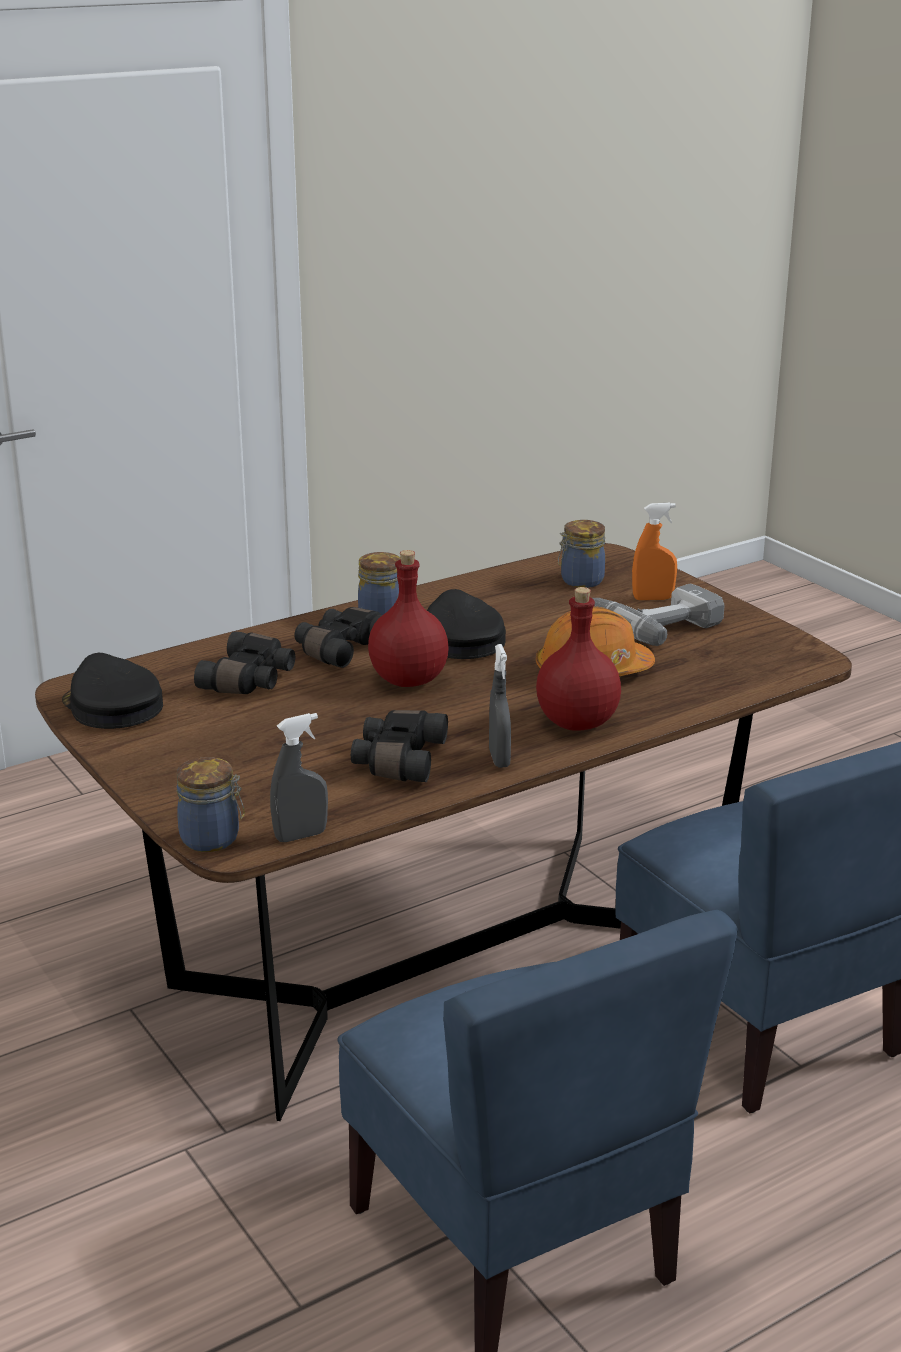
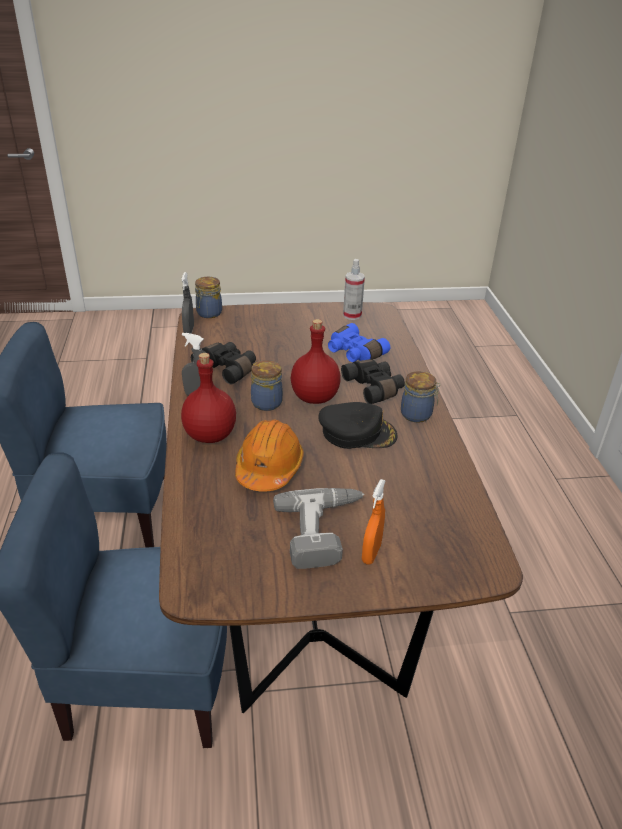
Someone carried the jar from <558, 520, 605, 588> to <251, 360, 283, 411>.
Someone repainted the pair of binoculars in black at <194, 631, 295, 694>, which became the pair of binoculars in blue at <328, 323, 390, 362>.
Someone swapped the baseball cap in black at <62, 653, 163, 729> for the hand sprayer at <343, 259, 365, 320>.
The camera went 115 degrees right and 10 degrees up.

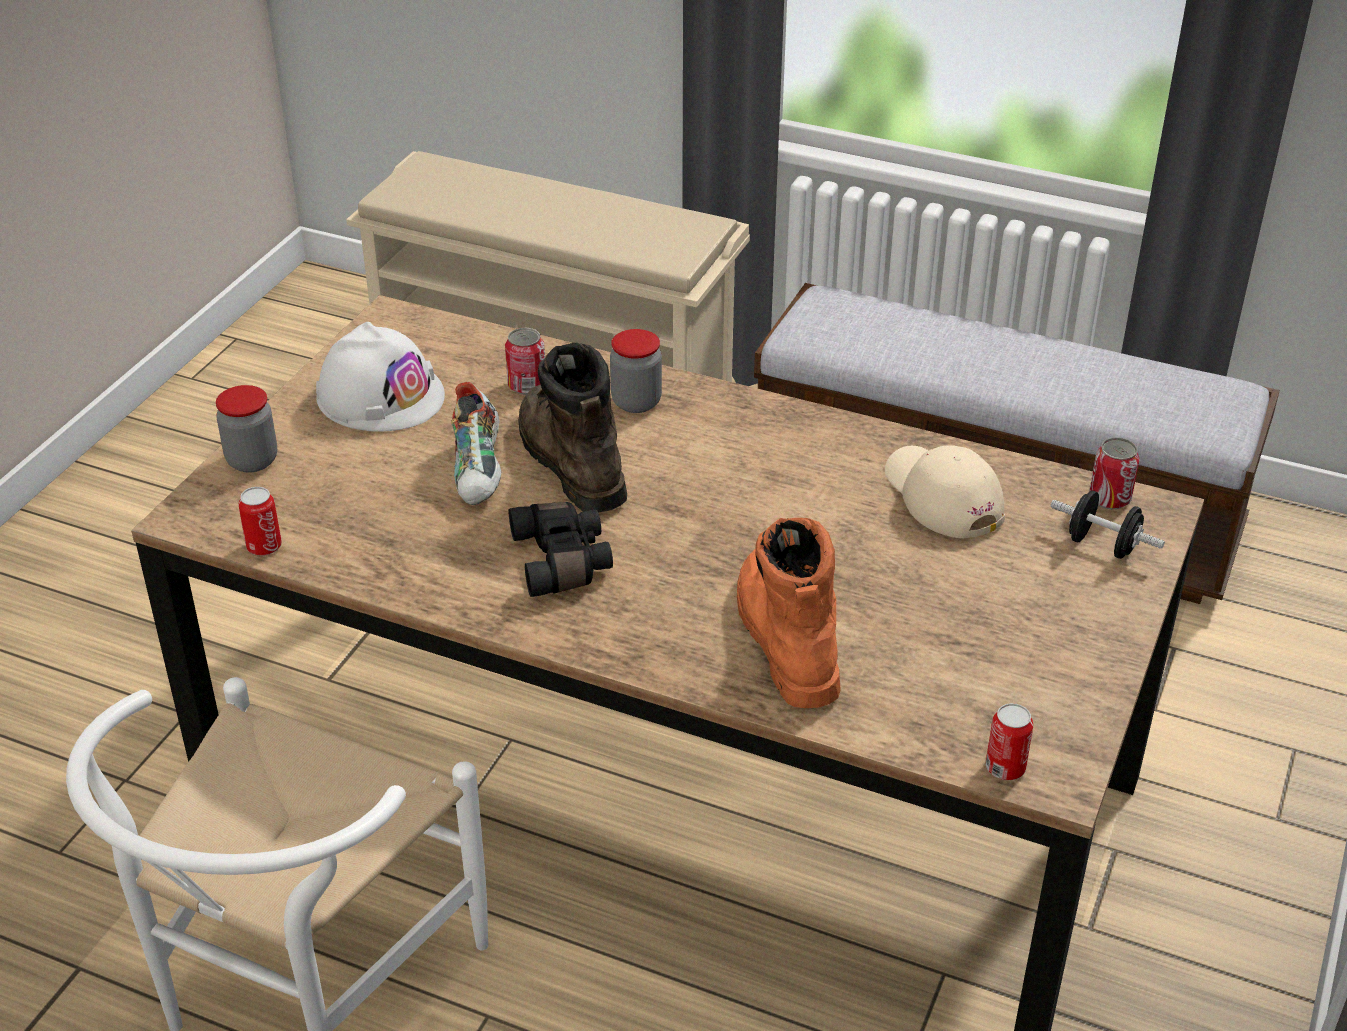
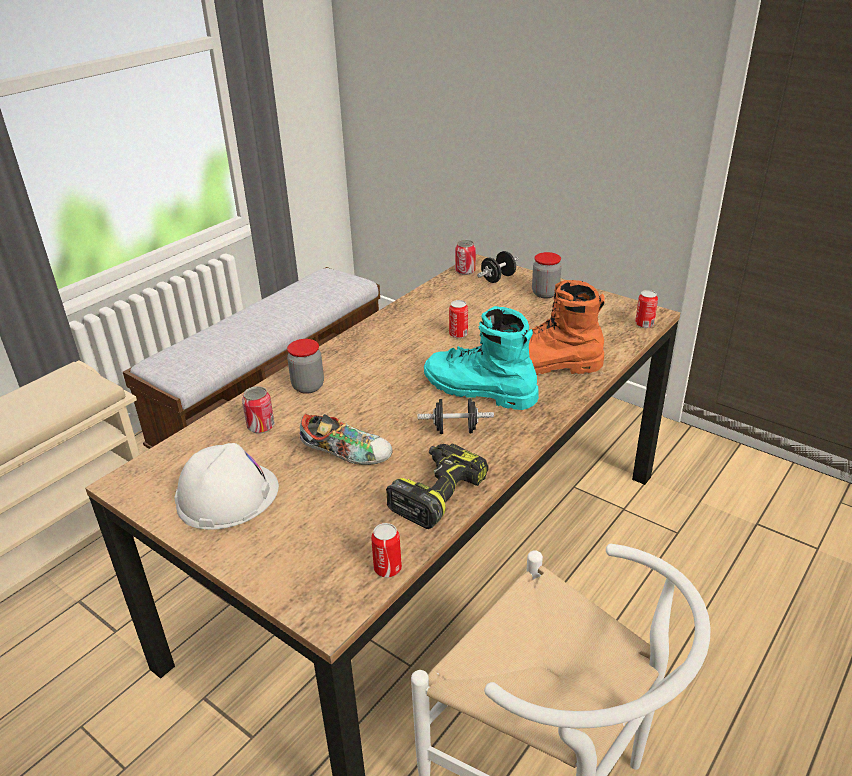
Someone put down the power drill at <386, 443, 488, 529>.
Someone swapped the pair of binoculars in black at <509, 502, 613, 597> for the free weight in black at <417, 398, 494, 434>.
Someone put down the tall boot in turquoise at <424, 306, 539, 410>.
Someone put down the can at <449, 300, 468, 338>.
Someone carried the jar from <216, 385, 277, 472> to <532, 252, 562, 298>.
Someone took away the tall boot in brown-coloured at <518, 343, 627, 513>.
Someone took away the baseball cap in beige-coloured at <885, 445, 1005, 539>.
The camera went 75 degrees left and 5 degrees down.

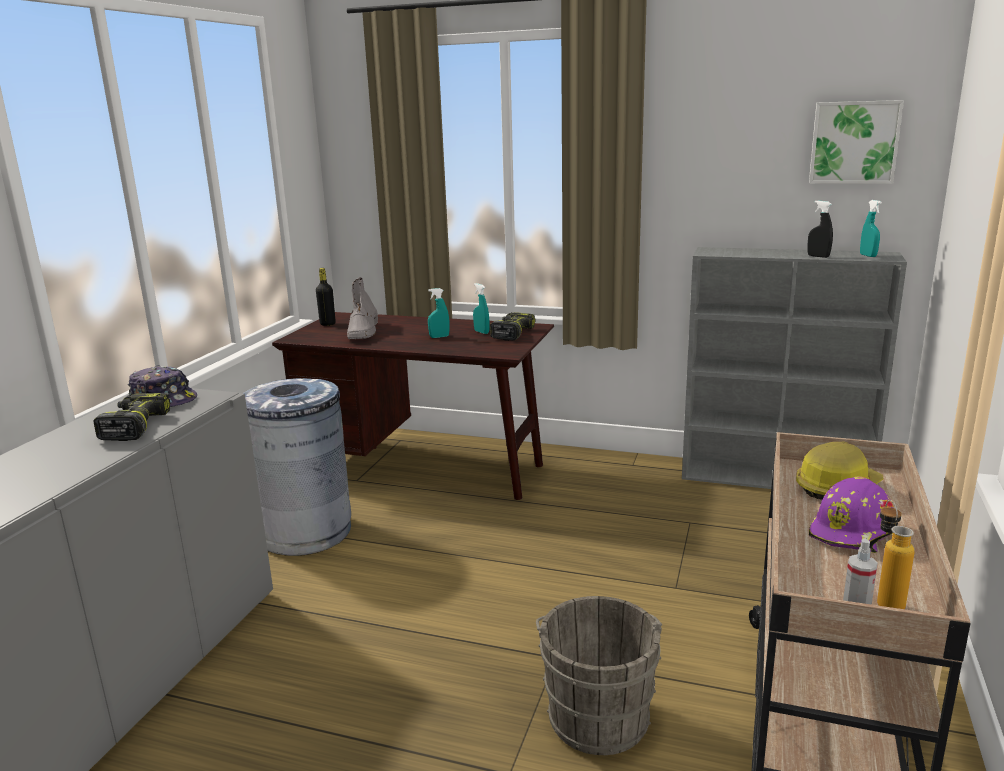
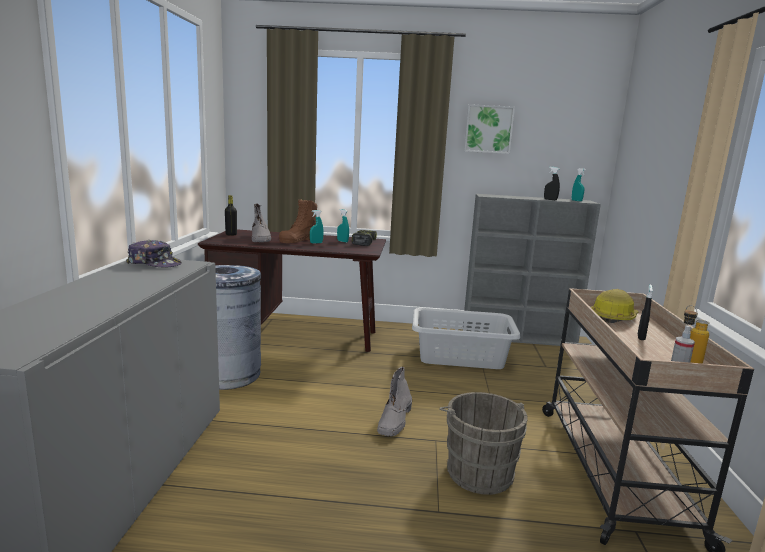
Someone put down the tall boot in brown-coloured at <279, 199, 317, 243>.
Someone put down the tall boot in greyish at <377, 366, 412, 436>.
Someone put down the hamper in greyish at <412, 308, 520, 369>.
Someone carried the wall art from <809, 100, 904, 184> to <464, 104, 515, 154>.
Someone swapped the hard hat in purple-coloured at <809, 476, 894, 553> for the hand sprayer in black at <638, 285, 653, 340>.
Someone took away the power drill at <94, 393, 170, 441>.
The camera went 15 degrees left and 5 degrees down.

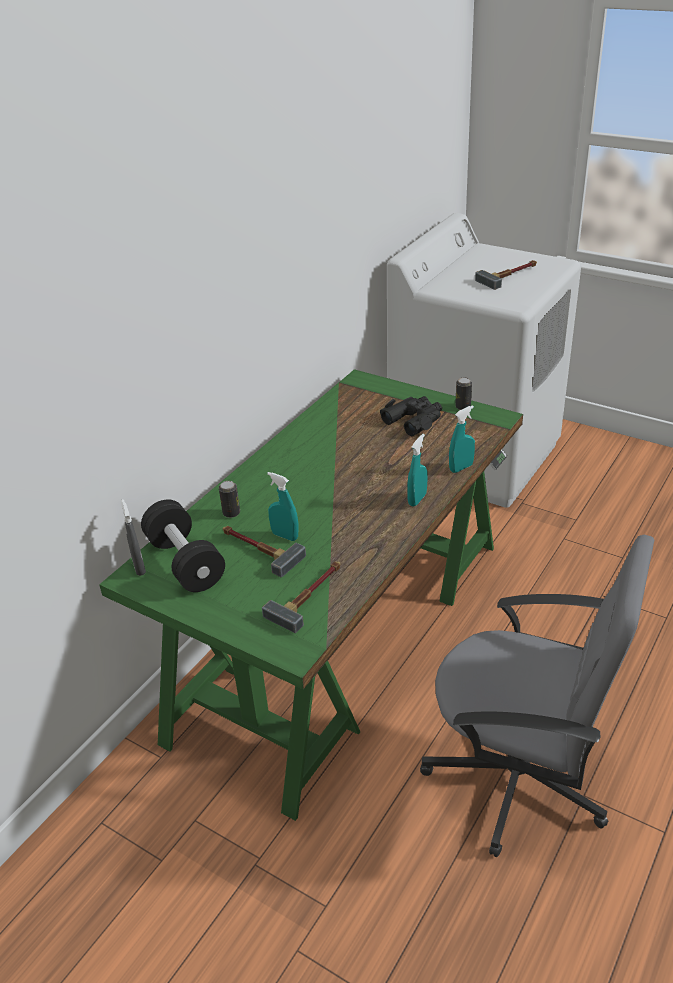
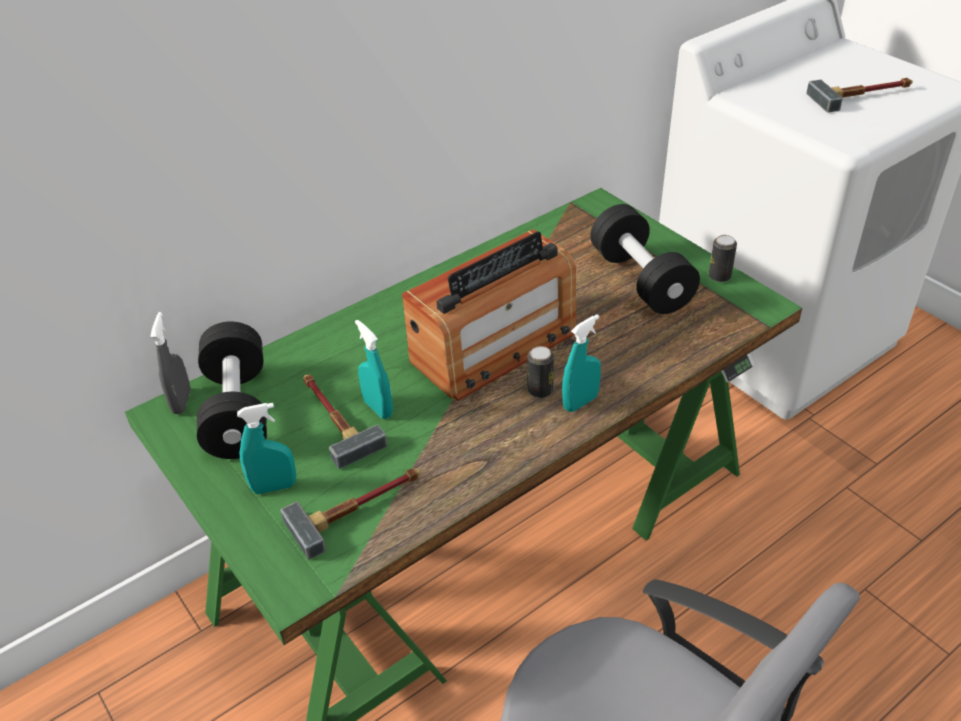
Someone carried the hand sprayer in turquoise from <449, 405, 475, 473> to <237, 403, 296, 494>.
Someone put down the radio at <402, 229, 576, 401>.
Someone carried the can from <219, 481, 240, 518> to <528, 346, 554, 398>.
Someone swapped the pair of binoculars in black at <380, 396, 442, 436> for the free weight in black at <590, 204, 700, 314>.
The camera went 20 degrees right and 5 degrees up.

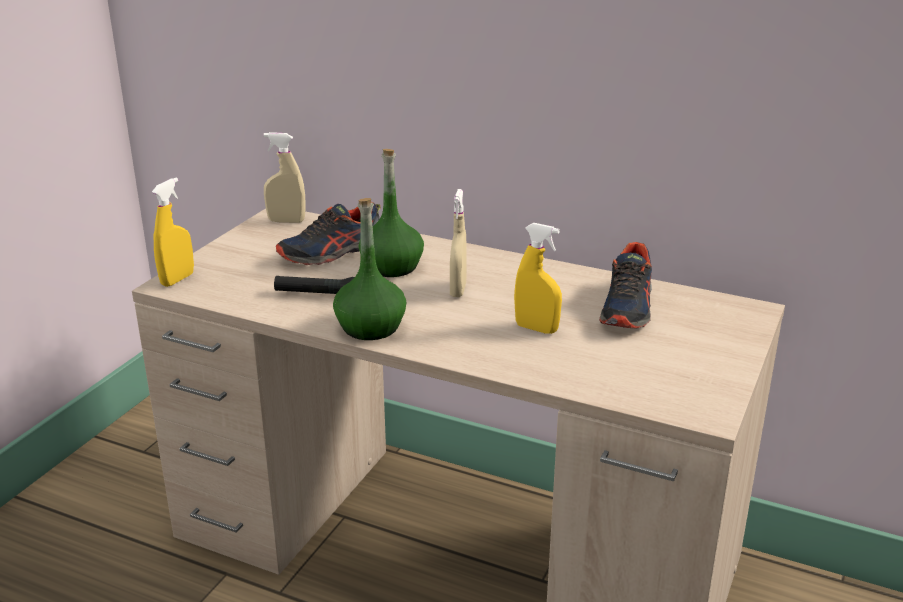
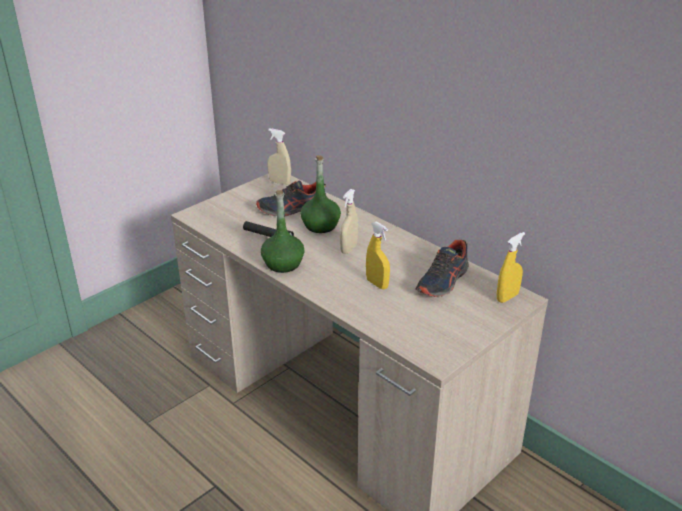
Someone carried the hand sprayer in yellowish from <152, 178, 194, 287> to <497, 232, 525, 303>.
The camera went 20 degrees right and 5 degrees up.

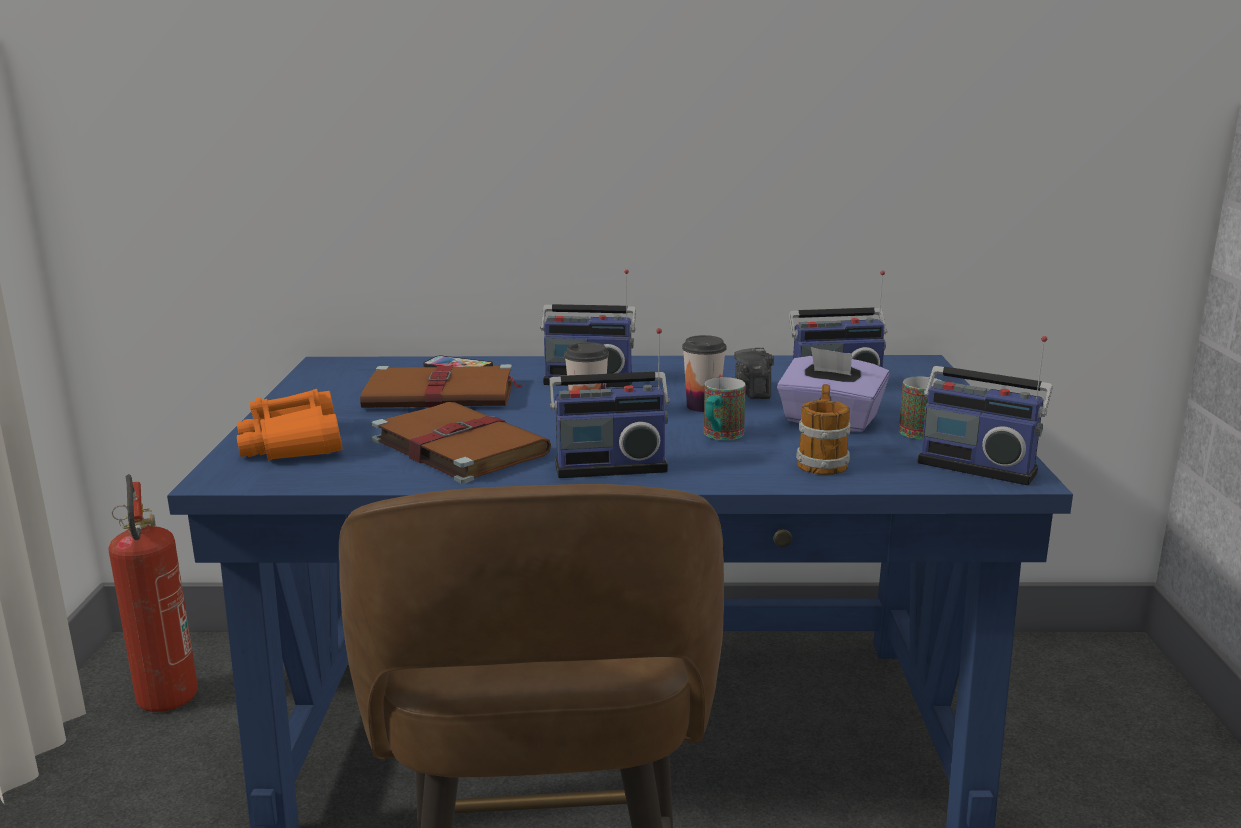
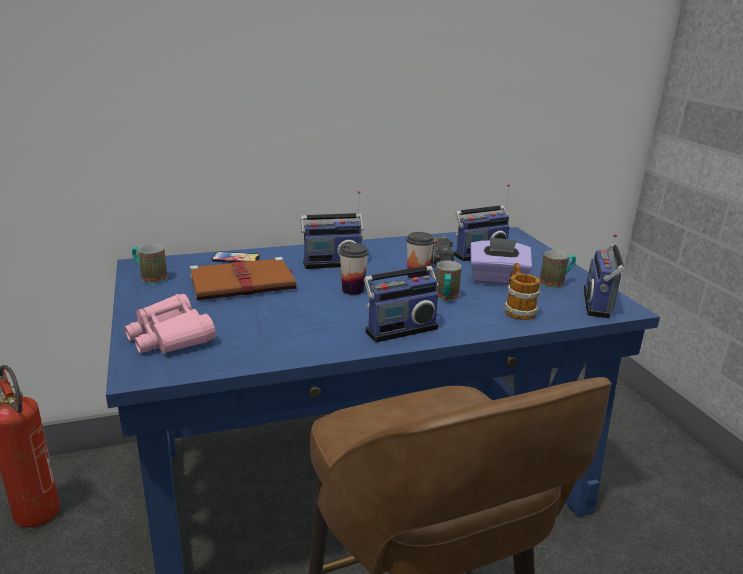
Someone repainted the pair of binoculars in orangey at <237, 389, 343, 460>, which became the pair of binoculars in pink at <124, 294, 216, 354>.
Someone put down the coffee mug at <132, 244, 167, 283>.
Someone rotated the radio at <918, 336, 1052, 485> by 90 degrees clockwise.
Someone took away the bound book in brown-coloured at <372, 402, 551, 484>.
The camera went 20 degrees left and 5 degrees up.

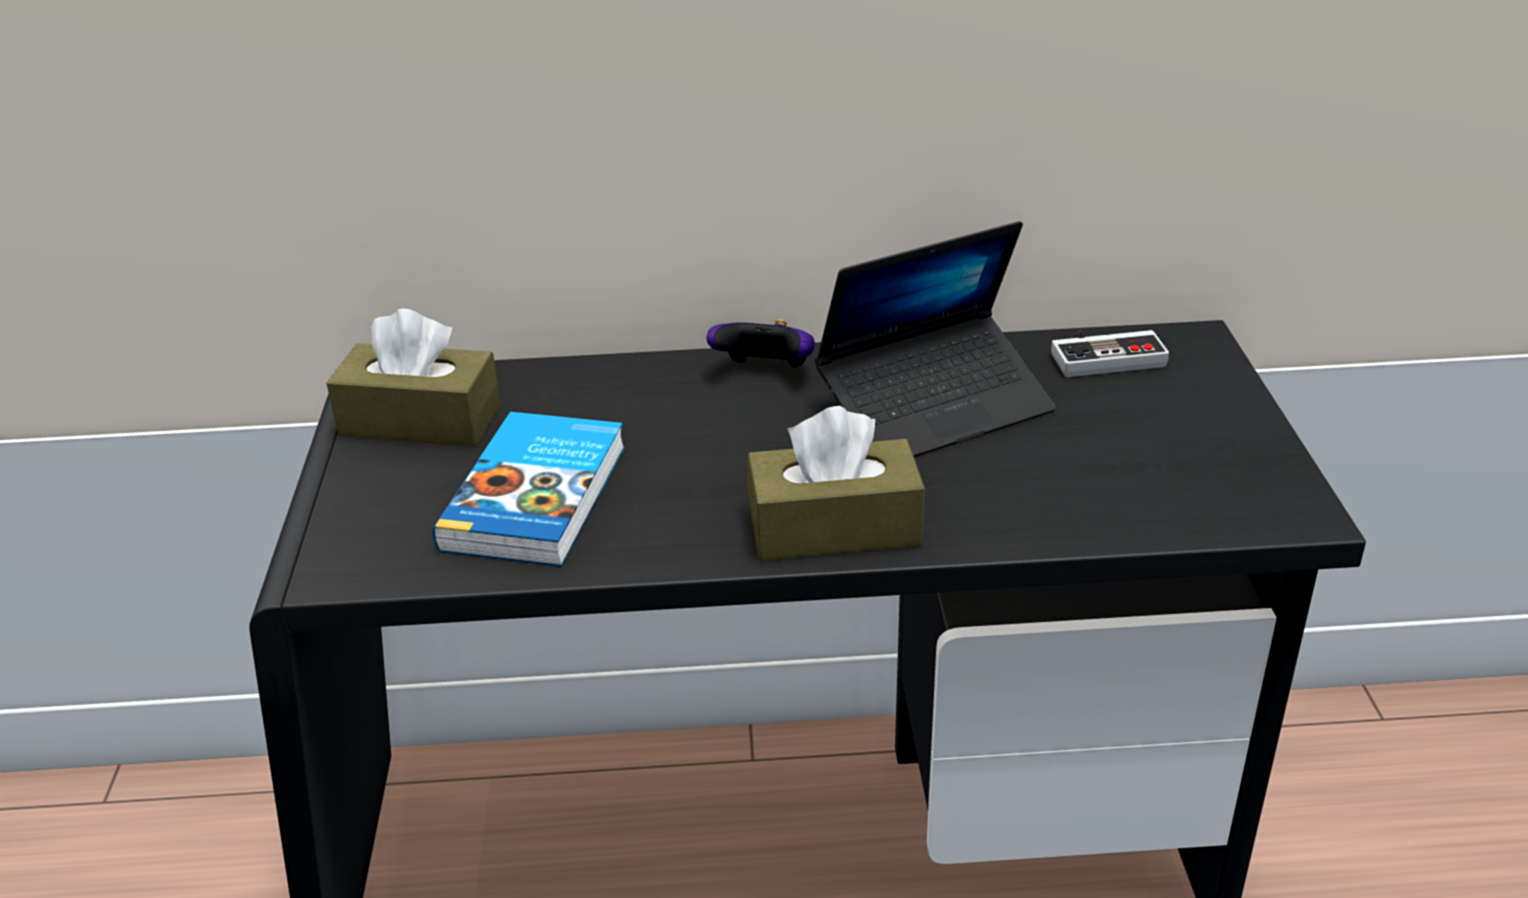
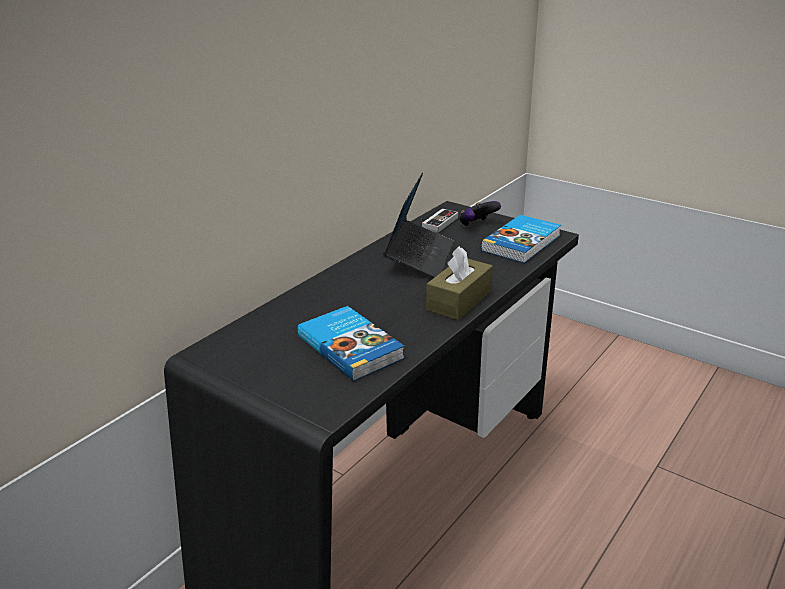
Someone carried the gamepad from <706, 319, 815, 368> to <459, 201, 501, 227>.
Someone put down the bound book at <481, 215, 561, 263>.
Someone took away the box of tissues in brown-coloured at <326, 309, 501, 446>.
The camera went 50 degrees left and 5 degrees down.

